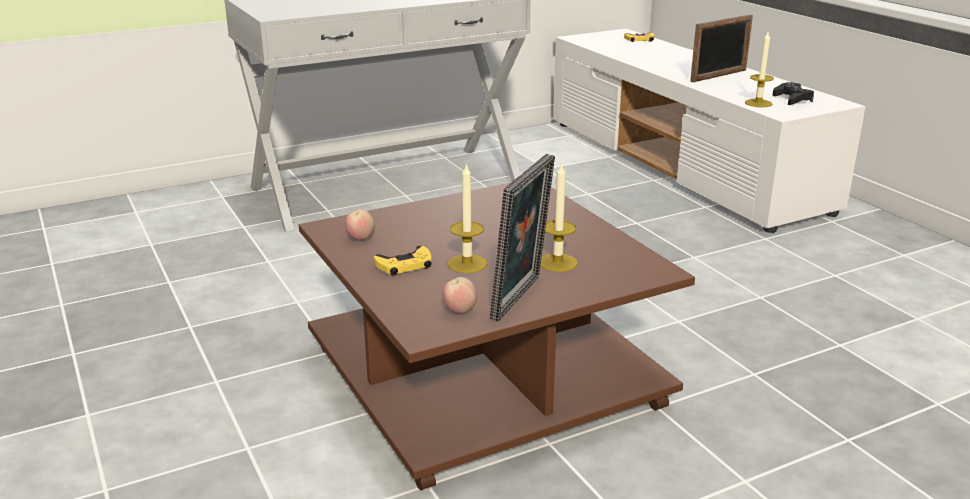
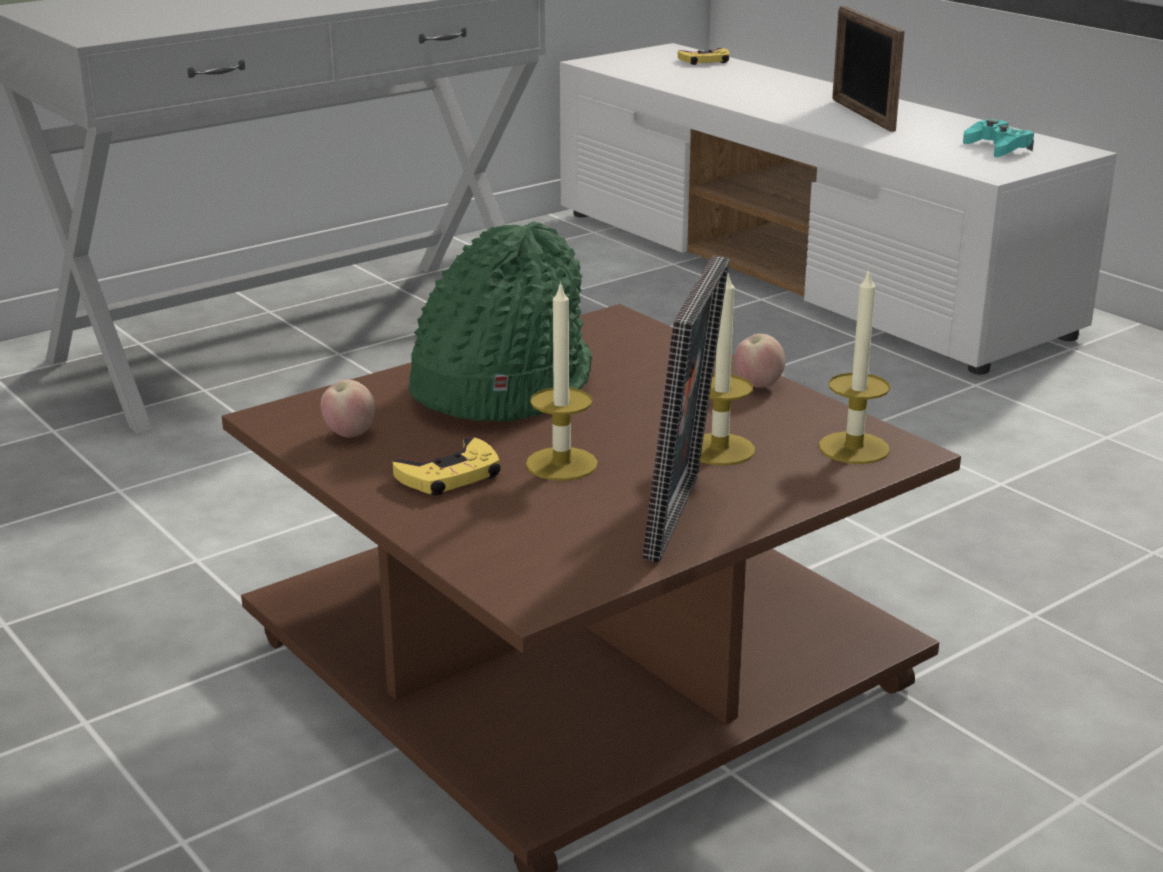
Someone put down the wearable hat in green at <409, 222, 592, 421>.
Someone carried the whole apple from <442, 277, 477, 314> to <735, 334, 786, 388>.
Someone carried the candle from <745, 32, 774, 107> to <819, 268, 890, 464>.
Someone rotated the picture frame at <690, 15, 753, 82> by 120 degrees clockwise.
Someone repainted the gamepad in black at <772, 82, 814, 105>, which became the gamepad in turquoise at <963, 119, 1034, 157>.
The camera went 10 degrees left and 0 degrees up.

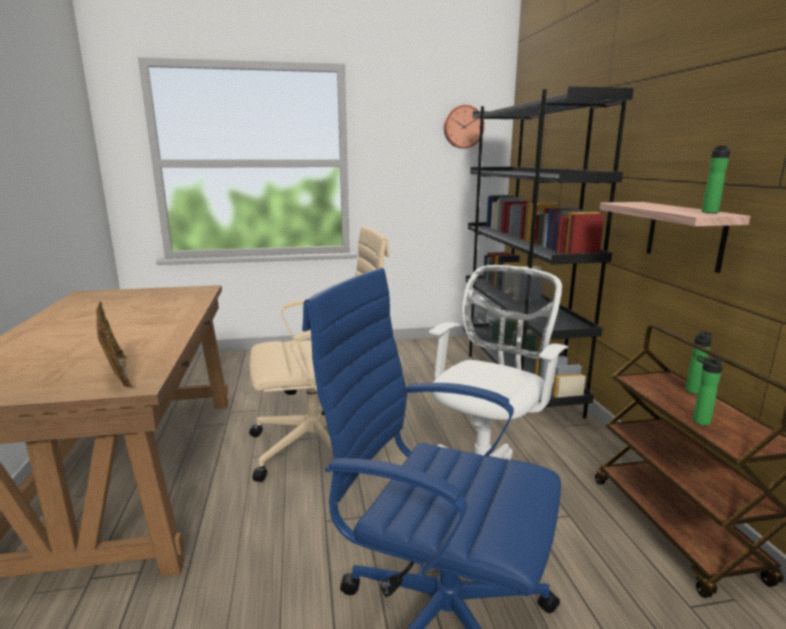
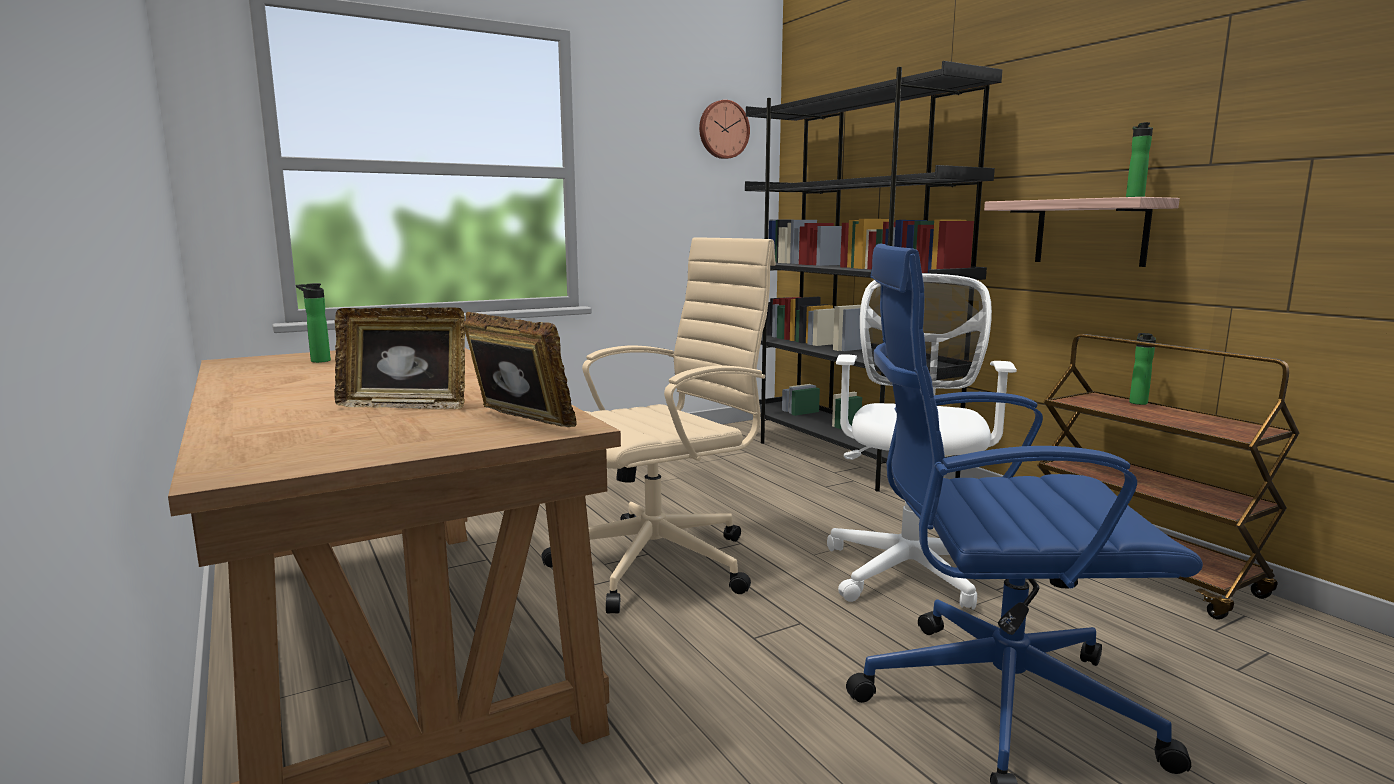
Someone carried the drink bottle from <692, 355, 724, 426> to <296, 283, 331, 363>.
Someone put down the picture frame at <334, 307, 465, 410>.
The camera went 20 degrees left and 5 degrees down.

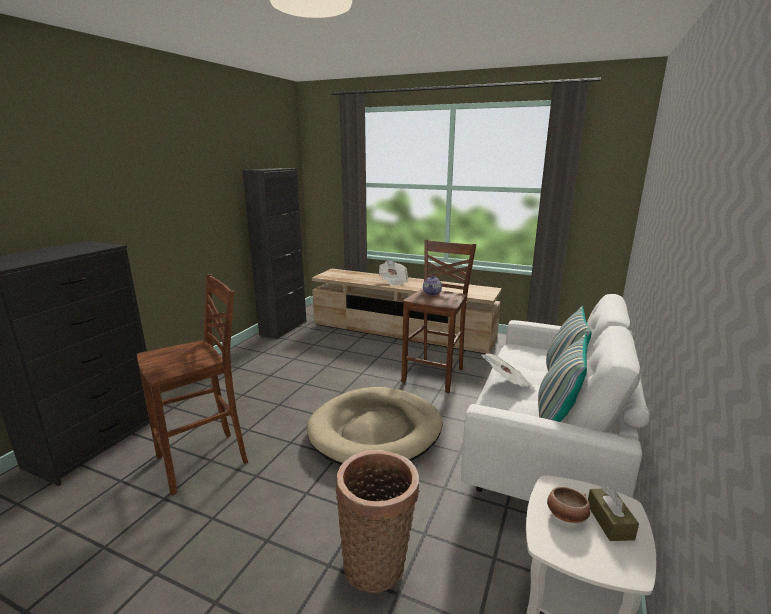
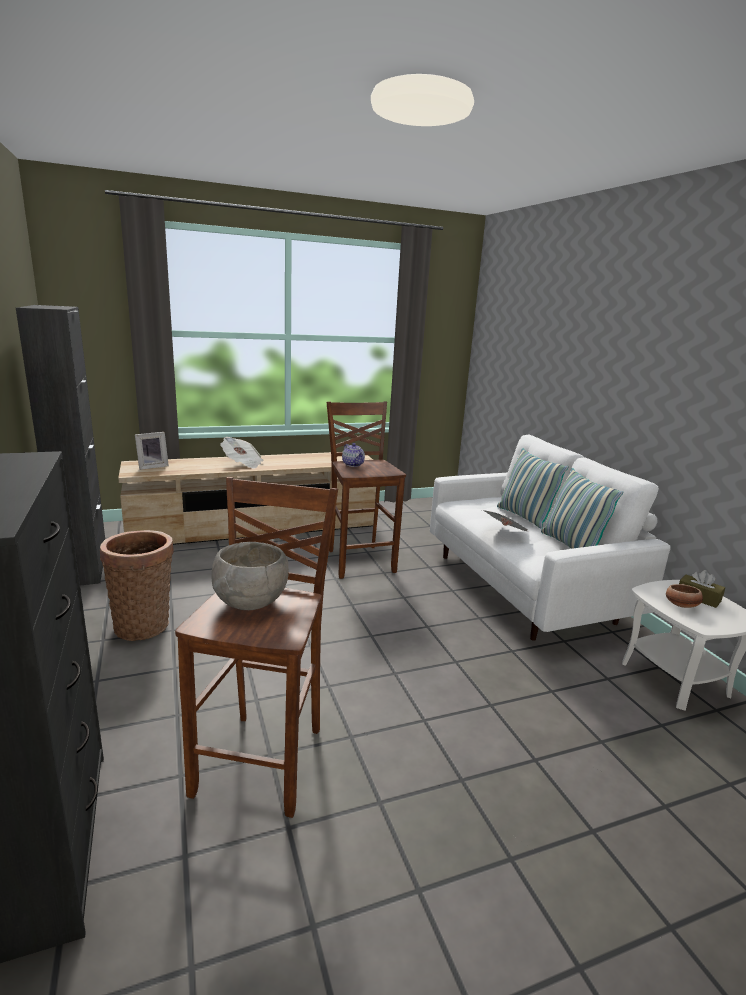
Someone carried the storage basket from <335, 450, 420, 593> to <100, 530, 174, 641>.
Someone put down the picture frame at <135, 432, 169, 470>.
Someone put down the deep dish in greyish at <211, 542, 289, 610>.
Someone took away the pet bed in beige-coloured at <307, 387, 443, 465>.
The camera went 45 degrees left and 0 degrees up.

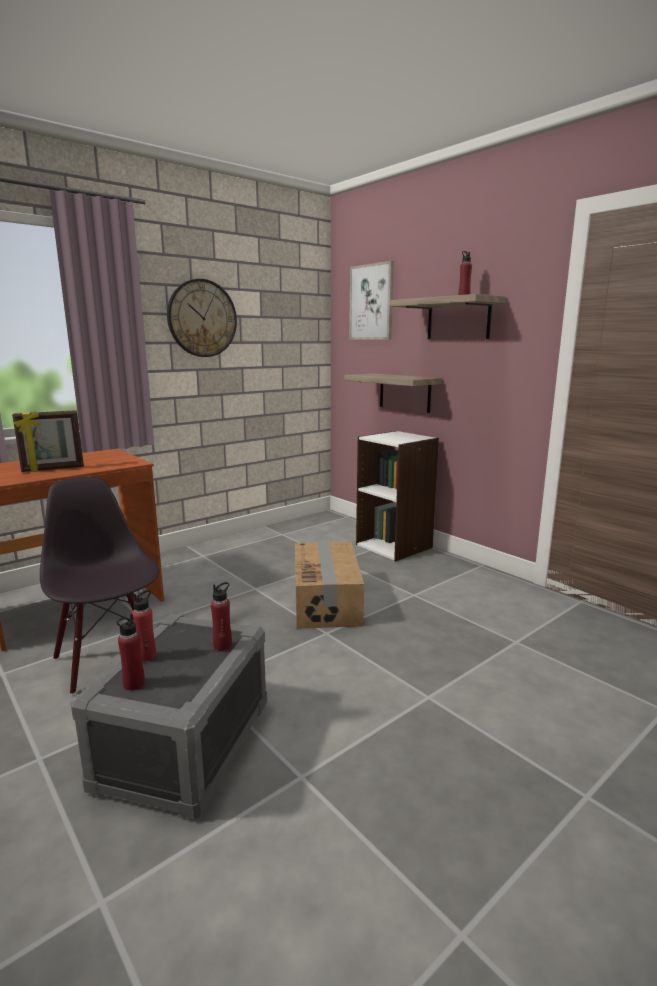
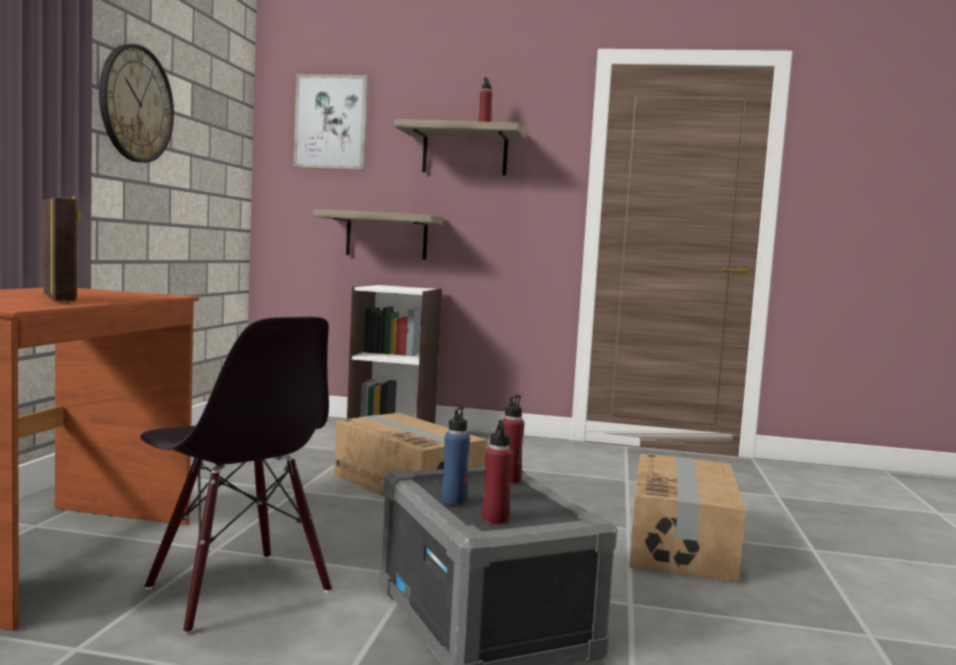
Someone rotated the picture frame at <12, 410, 84, 472> by 60 degrees counterclockwise.
Someone rotated the plain chair in black at <40, 476, 160, 695> by 150 degrees counterclockwise.
Someone repainted the drink bottle in red at <132, 590, 156, 662>, which became the drink bottle in blue at <441, 406, 470, 505>.
Someone put down the packing box at <629, 454, 746, 583>.
The camera went 40 degrees left and 10 degrees down.

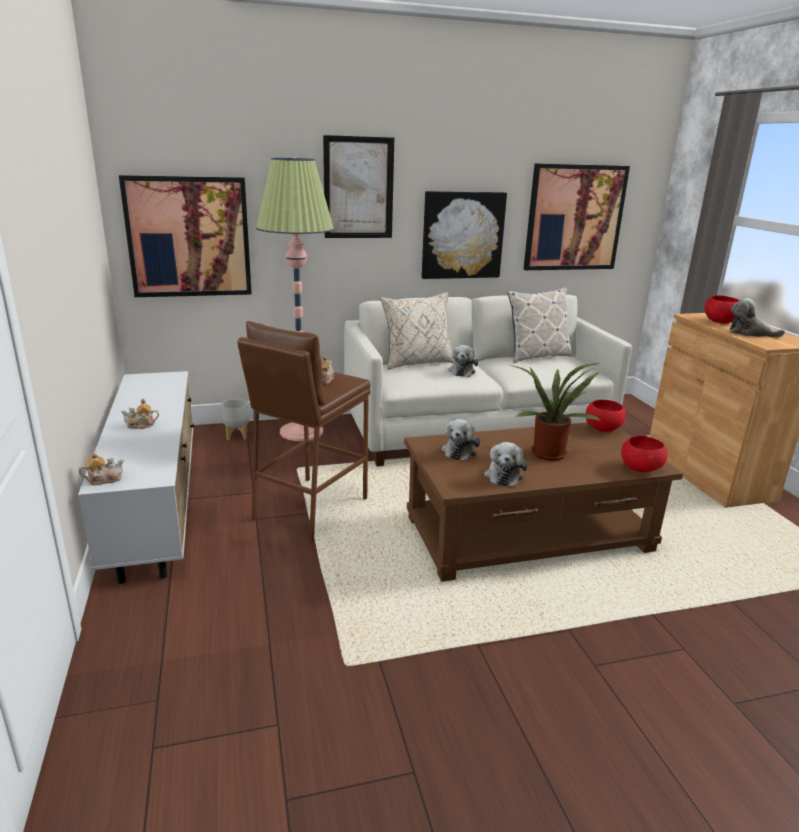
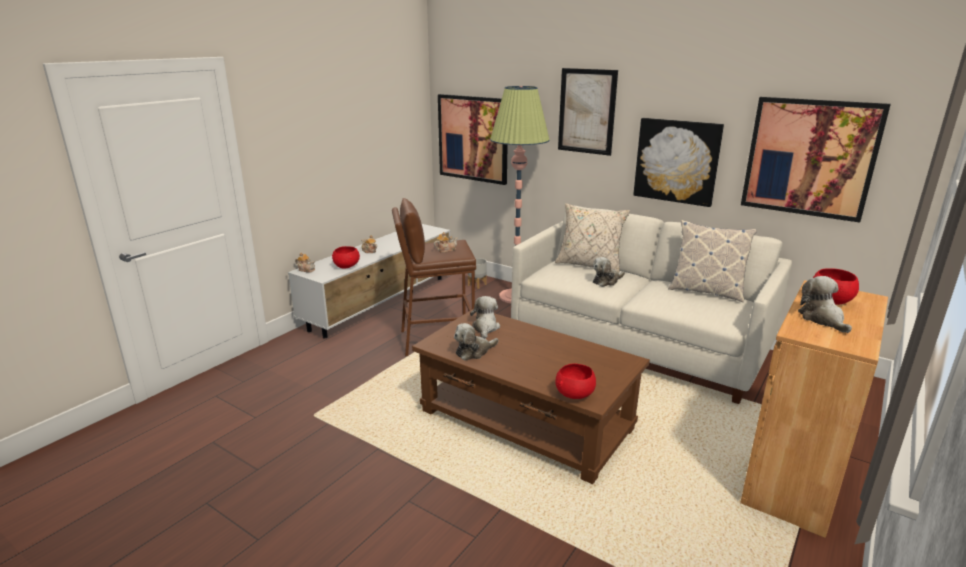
Someone carried the deep dish in red from <586, 400, 626, 432> to <332, 246, 360, 269>.
Someone rotated the soft toy at <442, 419, 480, 461> by 120 degrees clockwise.
Someone took away the plant in a pot at <509, 363, 601, 461>.
The camera went 50 degrees right and 0 degrees up.

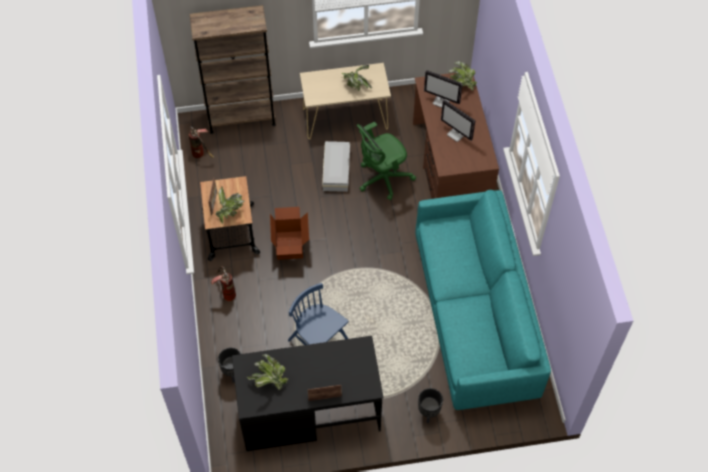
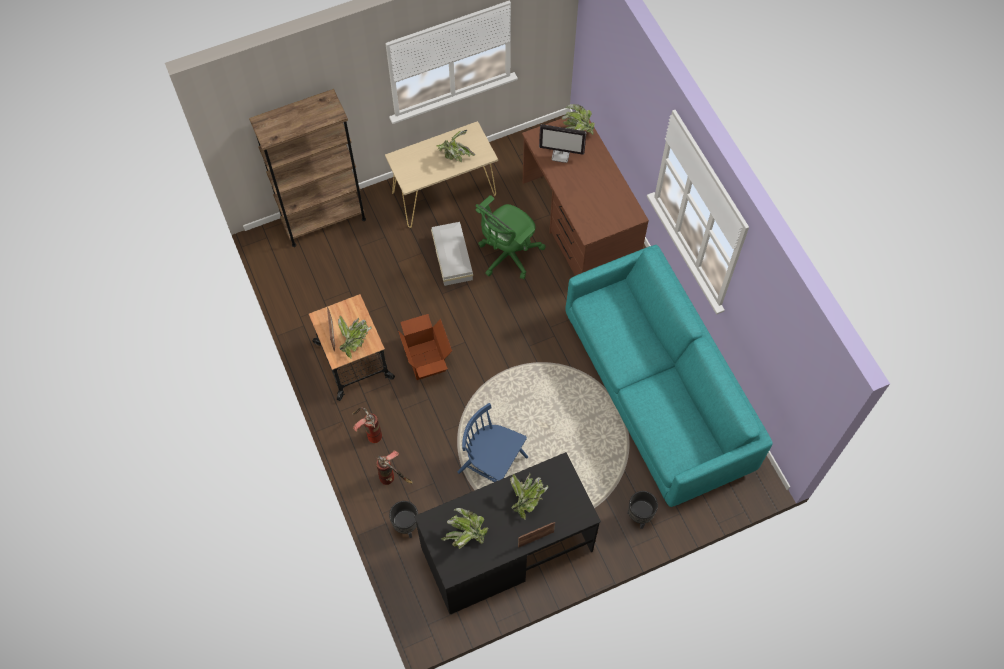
Someone carried the fire extinguisher from <189, 126, 214, 159> to <377, 450, 413, 485>.
Someone put down the plant in a pot at <510, 473, 548, 519>.
Someone took away the computer screen at <441, 100, 475, 142>.
The camera went 15 degrees left and 5 degrees up.

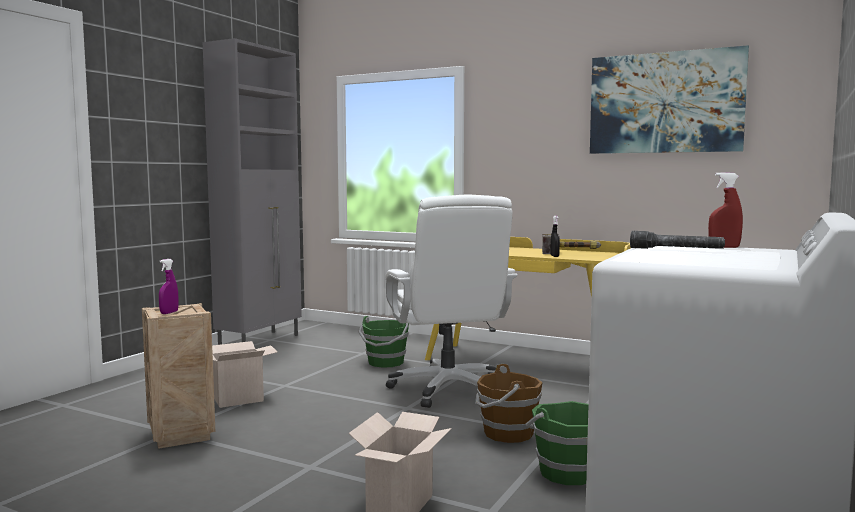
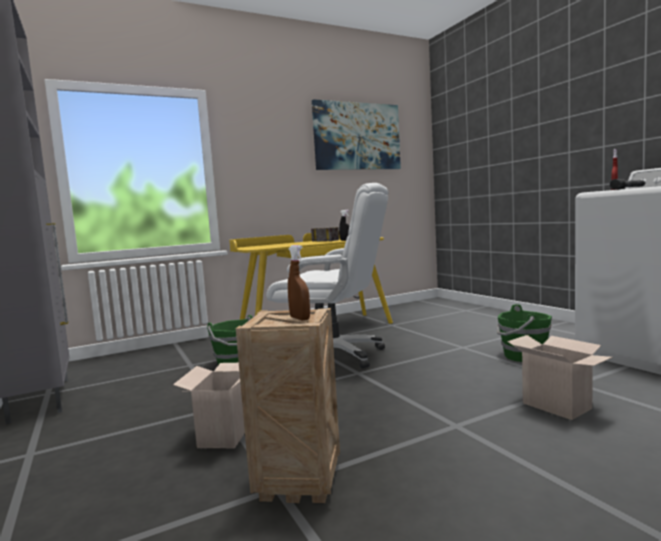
Someone repainted the hand sprayer in purple-coloured at <159, 259, 178, 314>, which became the hand sprayer in brown-coloured at <288, 245, 310, 320>.
Someone took away the pail in brown-coloured at <475, 364, 542, 443>.
The camera went 55 degrees left and 0 degrees up.

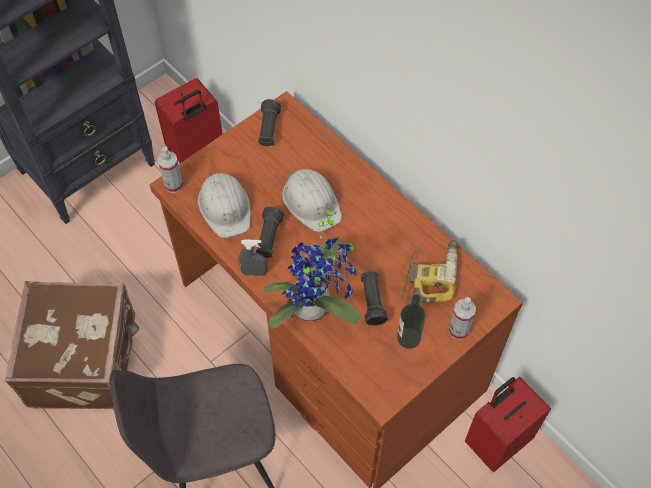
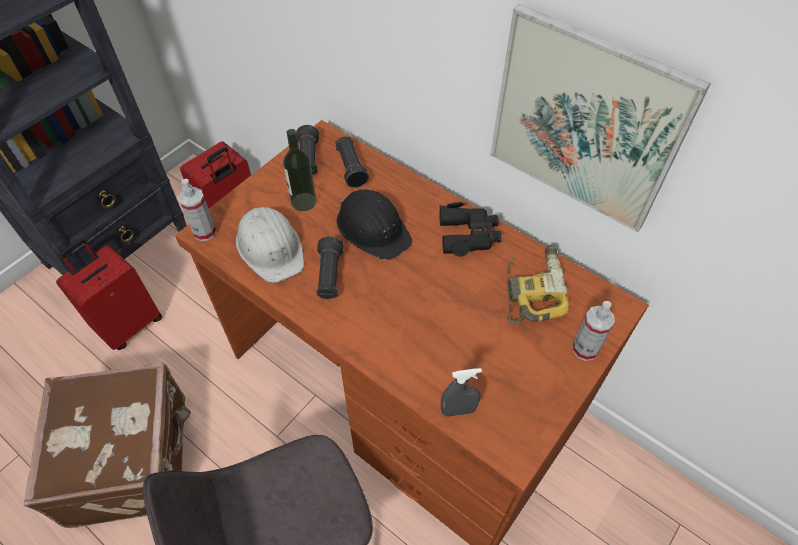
Someone carried the suitcase in red from <465, 377, 551, 472> to <56, 239, 162, 350>.
Someone carried the drink bottle from <397, 294, 426, 349> to <283, 129, 316, 211>.
Someone carried the flashlight in black from <361, 271, 388, 326> to <335, 136, 369, 188>.
Someone repainted the hard hat in white at <282, 169, 342, 232>, which became the hard hat in black at <337, 189, 412, 260>.
Someone put down the pair of binoculars in black at <439, 202, 501, 257>.
Someone carried the hand sprayer in greyish from <239, 240, 268, 276> to <441, 368, 482, 417>.
Someone put up the wall art at <490, 4, 711, 232>.
Someone took away the plant in a pot at <264, 204, 361, 328>.
The camera went 10 degrees left and 5 degrees down.

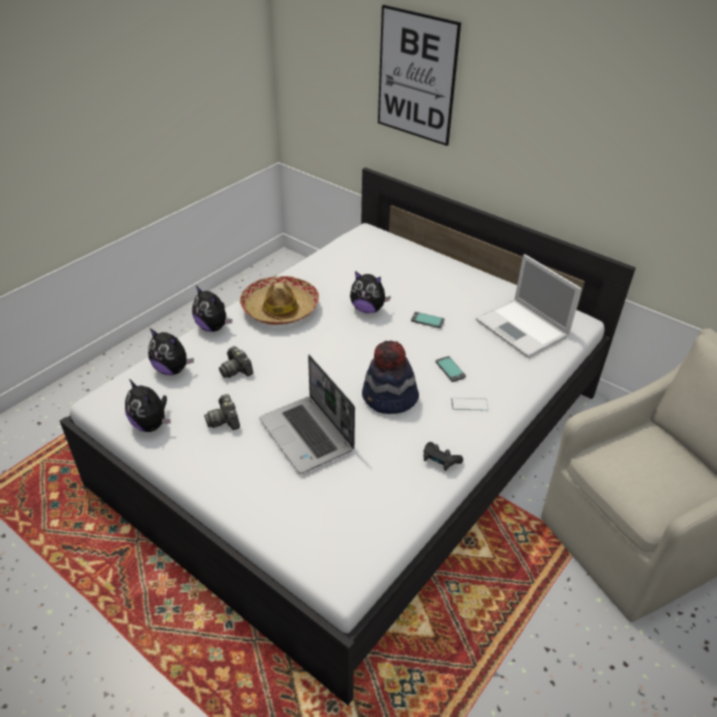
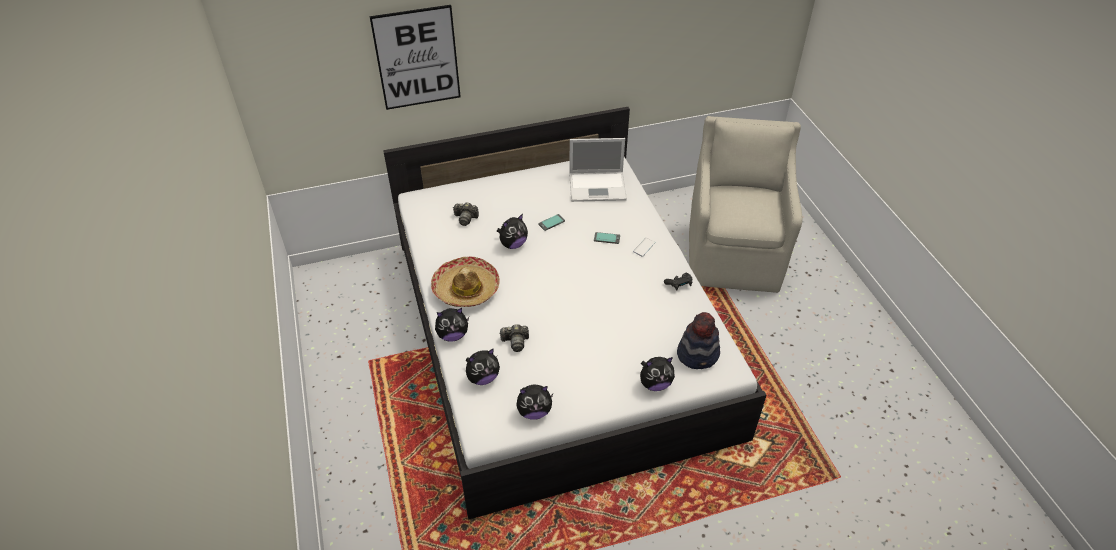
Someone carried the photo camera from <204, 394, 240, 430> to <453, 202, 479, 226>.
Someone put down the soft toy at <640, 357, 675, 391>.
Someone carried the wearable hat from <362, 341, 419, 414> to <677, 312, 720, 369>.
Someone took away the portable computer at <259, 355, 355, 474>.
The camera went 55 degrees left and 5 degrees up.

